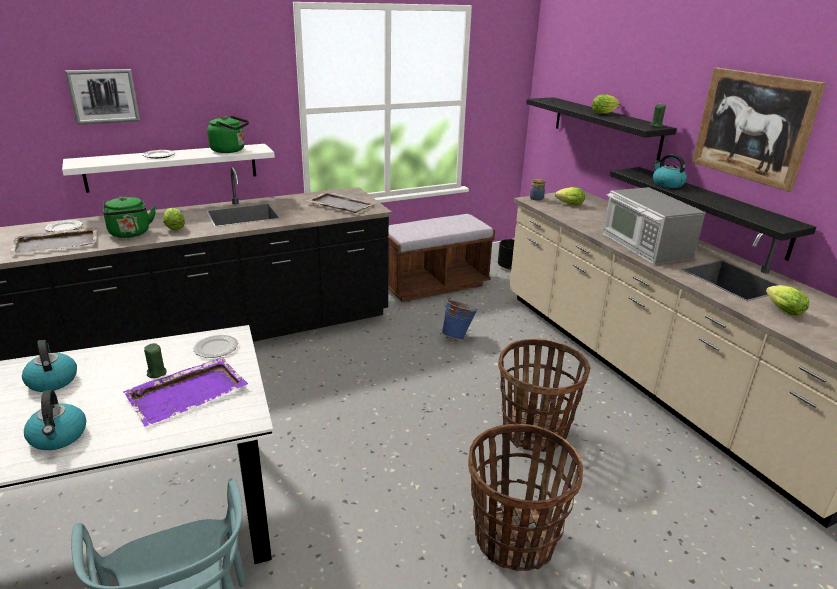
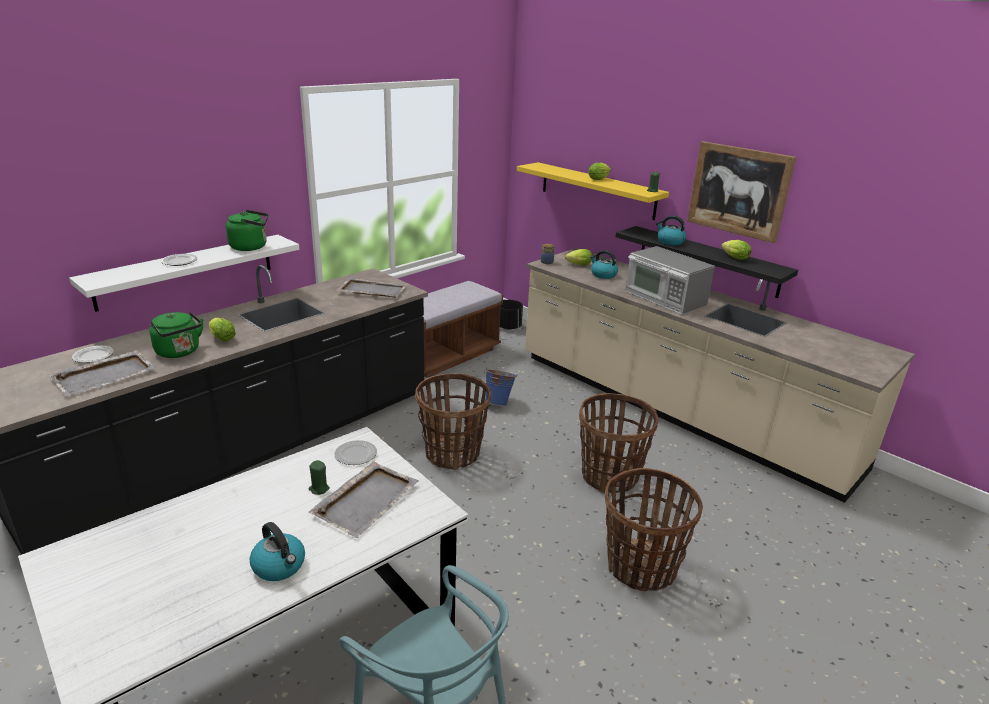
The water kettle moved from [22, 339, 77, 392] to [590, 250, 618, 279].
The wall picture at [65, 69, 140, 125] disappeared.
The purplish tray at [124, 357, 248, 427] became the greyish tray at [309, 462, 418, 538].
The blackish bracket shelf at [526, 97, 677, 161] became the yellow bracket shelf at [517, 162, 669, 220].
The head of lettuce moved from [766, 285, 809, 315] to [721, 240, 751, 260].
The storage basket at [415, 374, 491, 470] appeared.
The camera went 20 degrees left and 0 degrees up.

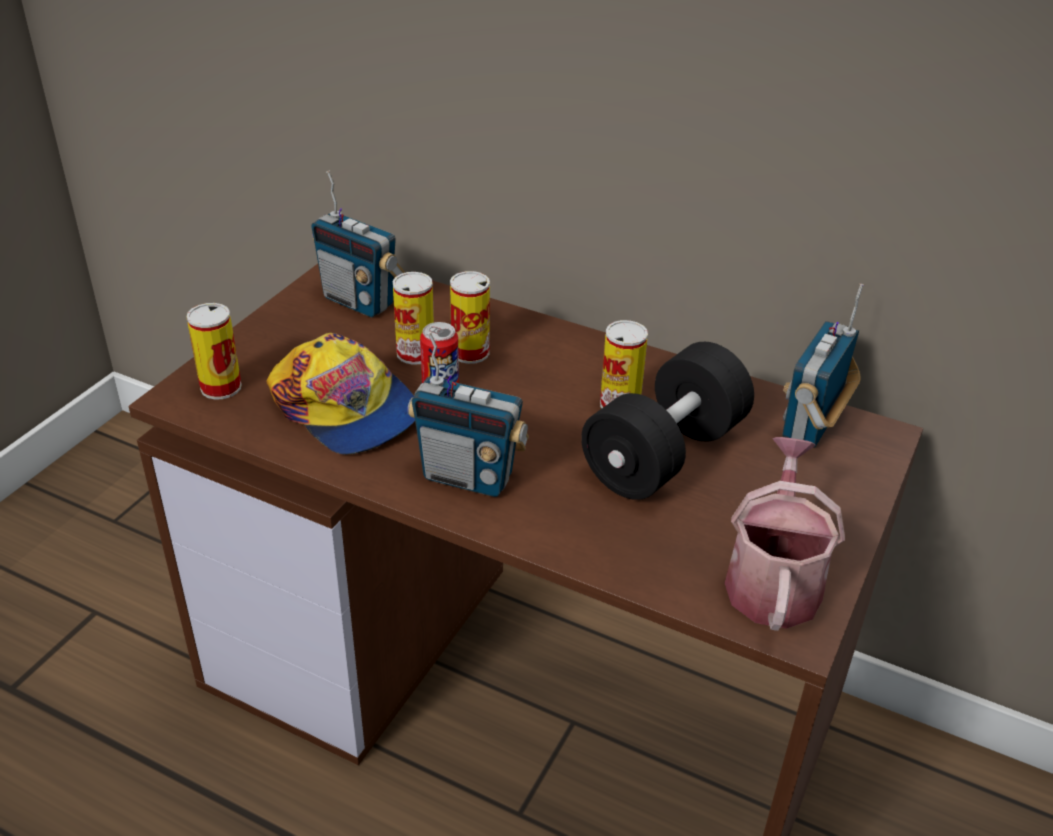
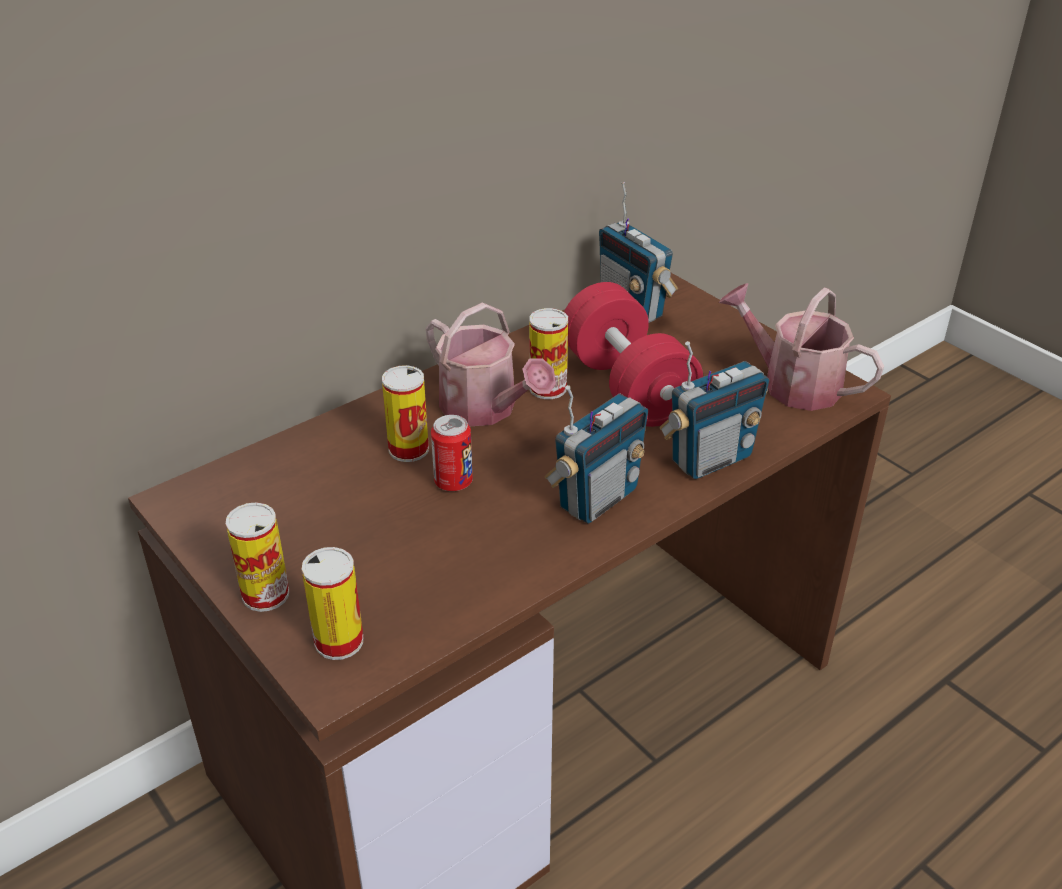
The cap at [266, 333, 415, 454] disappeared.
The radio set moved from [311, 170, 405, 317] to [659, 341, 769, 479].
The sealed can moved from [393, 272, 434, 365] to [226, 502, 289, 612].
The blackish hand weight at [581, 342, 754, 500] became the red hand weight at [564, 282, 703, 427].
The watering can at [426, 302, 556, 426] appeared.
The camera went 65 degrees left and 0 degrees up.

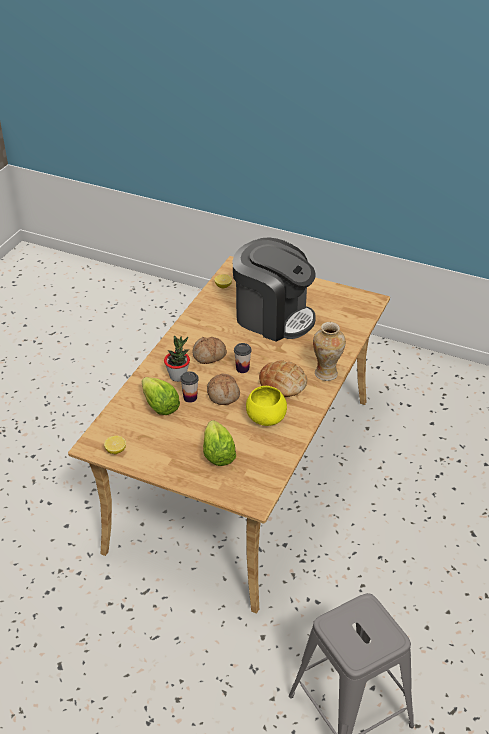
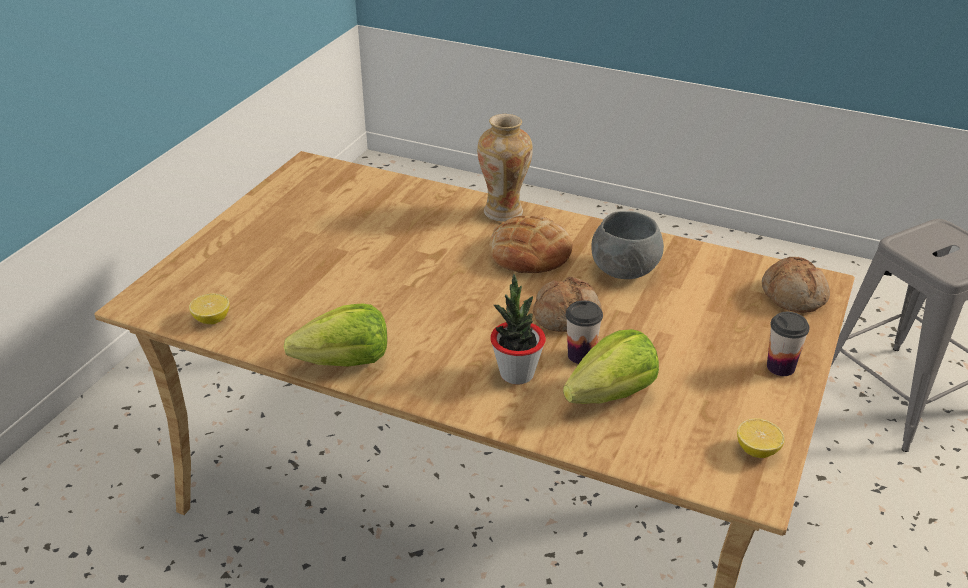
The bakery bread moved from [193, 337, 227, 364] to [762, 257, 830, 313].
The head of lettuce moved from [203, 420, 236, 466] to [284, 303, 387, 367].
The coffee maker at [233, 237, 316, 341] disappeared.
The drinking cup moved from [234, 343, 252, 373] to [767, 312, 810, 376].
The yellow serving bowl at [246, 386, 287, 426] became the greyish serving bowl at [591, 211, 664, 279].
The camera went 90 degrees left and 5 degrees down.

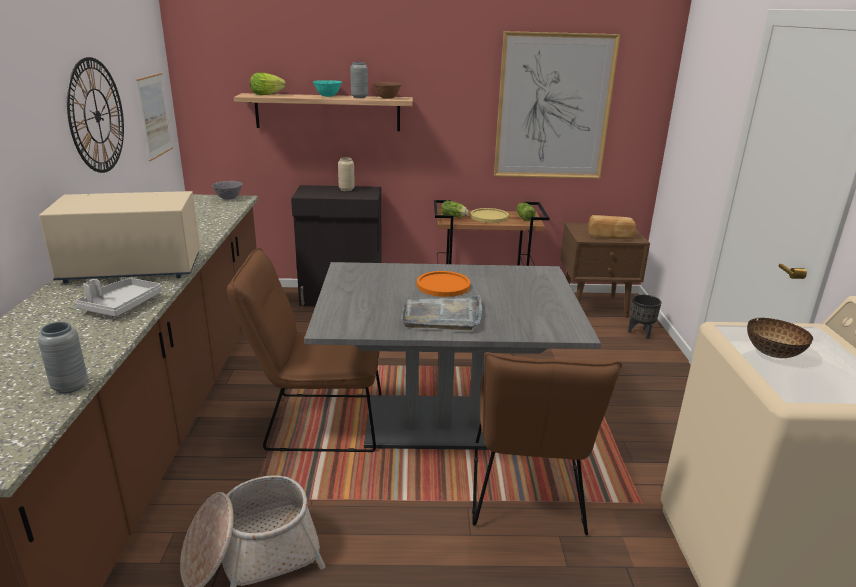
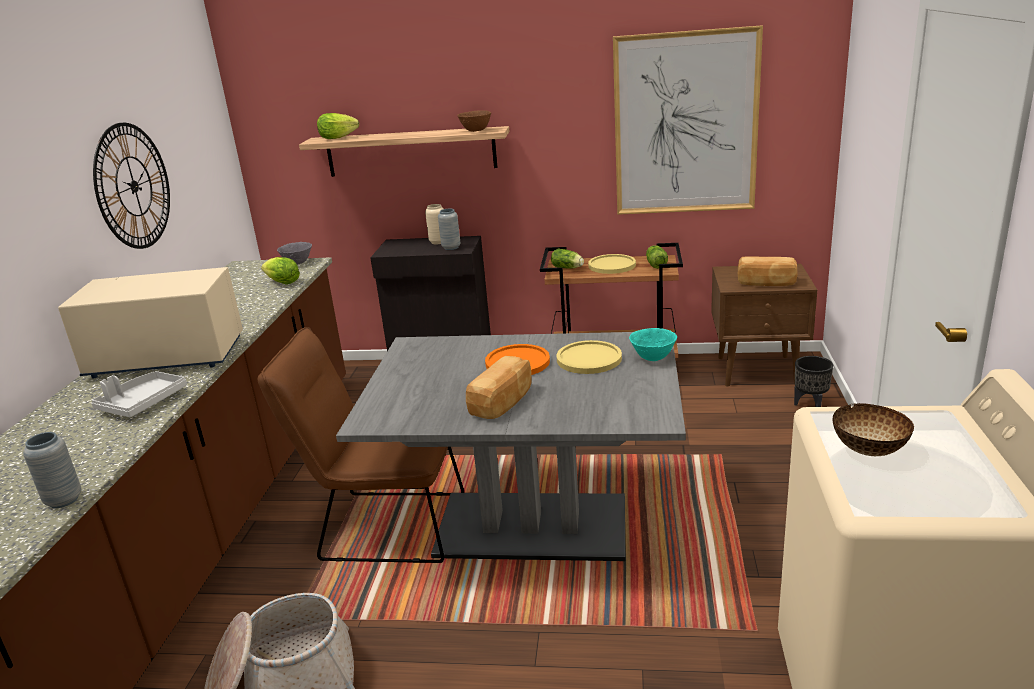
The wall picture at [136, 73, 173, 161] disappeared.
The turquoise-coloured serving bowl moved from [313, 80, 342, 97] to [629, 328, 677, 361].
The greyish decorative vase moved from [351, 62, 368, 98] to [438, 209, 460, 250].
The greyish tray at [401, 295, 482, 330] was replaced by the bakery bread at [466, 356, 532, 419].
The brown plain chair at [472, 352, 622, 535] disappeared.
The head of lettuce at [261, 257, 300, 285] appeared.
The yellow dinner plate at [557, 340, 622, 374] appeared.
The camera went 10 degrees right and 0 degrees up.

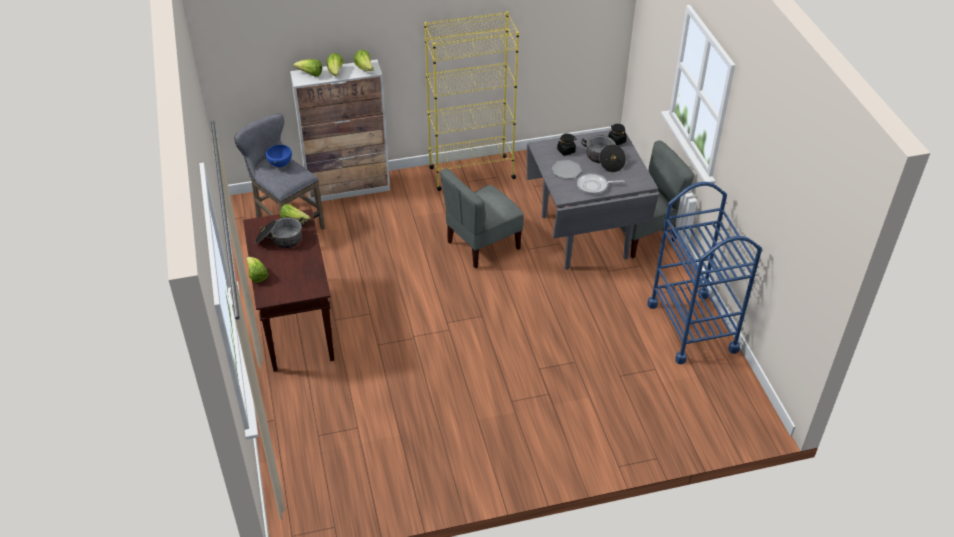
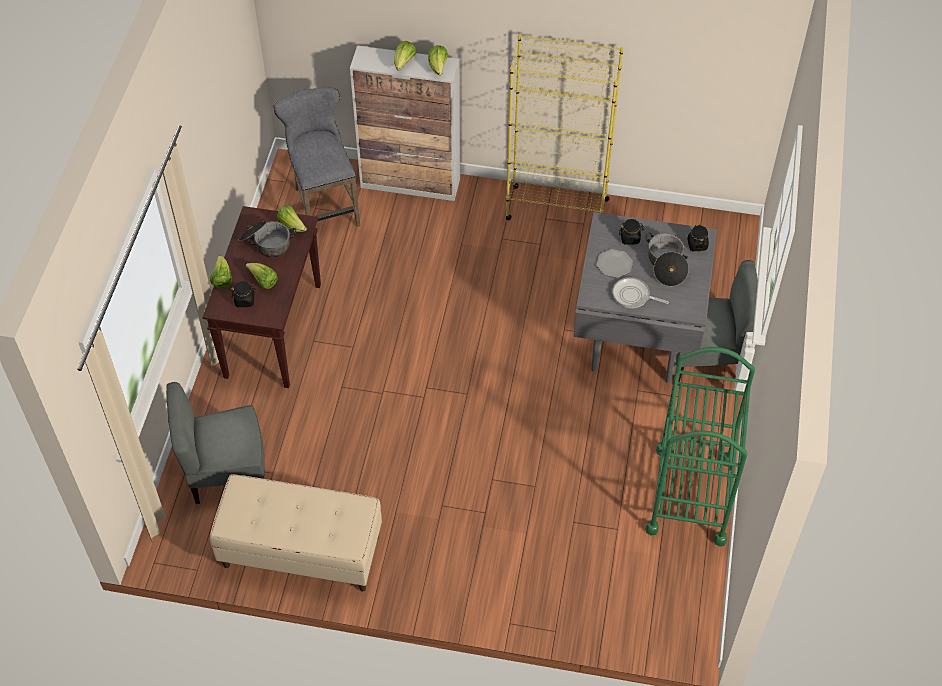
The bluish serving bowl at [266, 145, 292, 167] disappeared.
The head of lettuce moved from [293, 59, 322, 77] to [246, 263, 278, 289].
The greyish plain chair moved from [440, 169, 524, 269] to [166, 382, 265, 504].
The bluish trolley at [647, 182, 762, 364] became the green-coloured trolley at [646, 347, 755, 547].
The sand-coloured bench at [210, 474, 382, 592] appeared.
The blackish jar at [231, 281, 256, 307] appeared.
The camera went 25 degrees right and 10 degrees up.

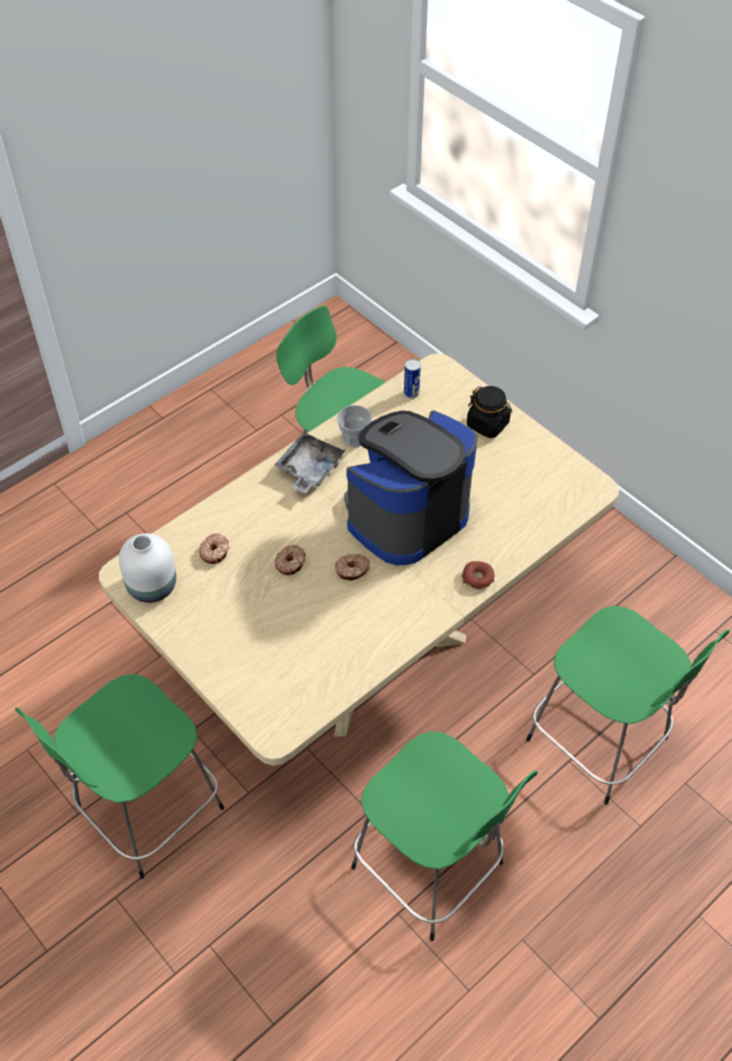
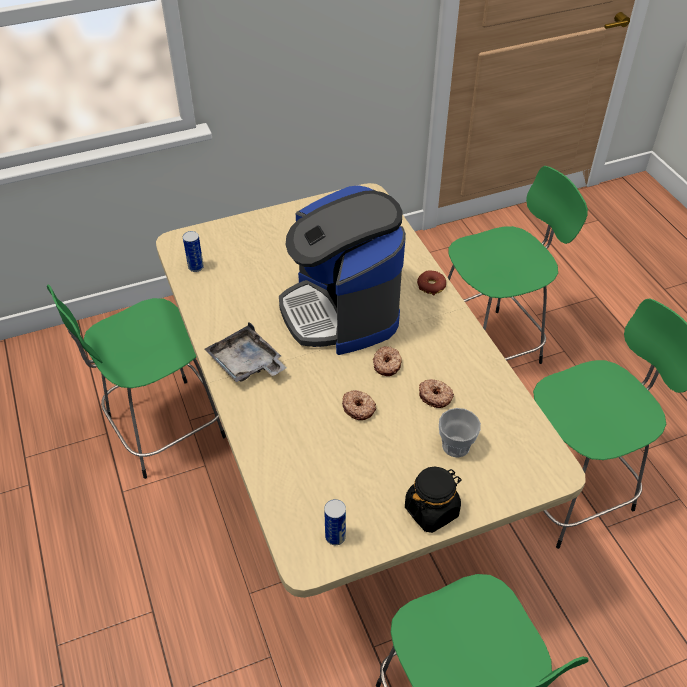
The white decorative vase at [119, 533, 176, 603] was replaced by the sealed can at [324, 499, 346, 545].
The donut moved from [199, 534, 229, 564] to [419, 379, 454, 408].
The drinking cup moved from [337, 405, 372, 447] to [439, 408, 481, 458].
The blackish jar moved from [467, 386, 512, 438] to [405, 467, 462, 533].
The camera went 70 degrees left and 5 degrees down.

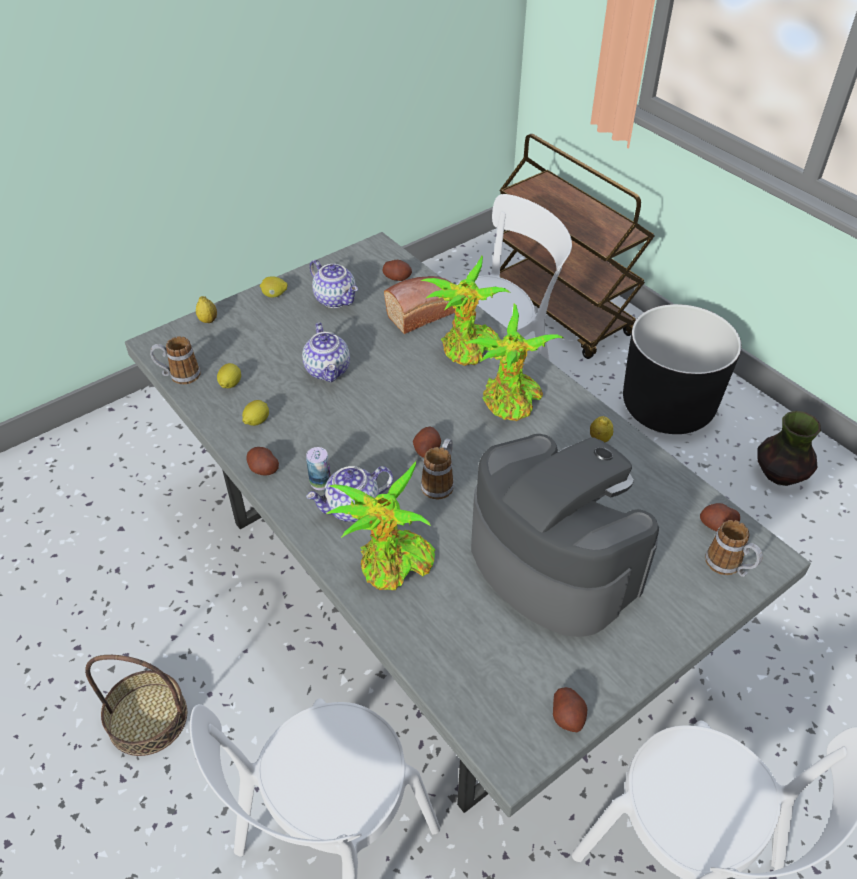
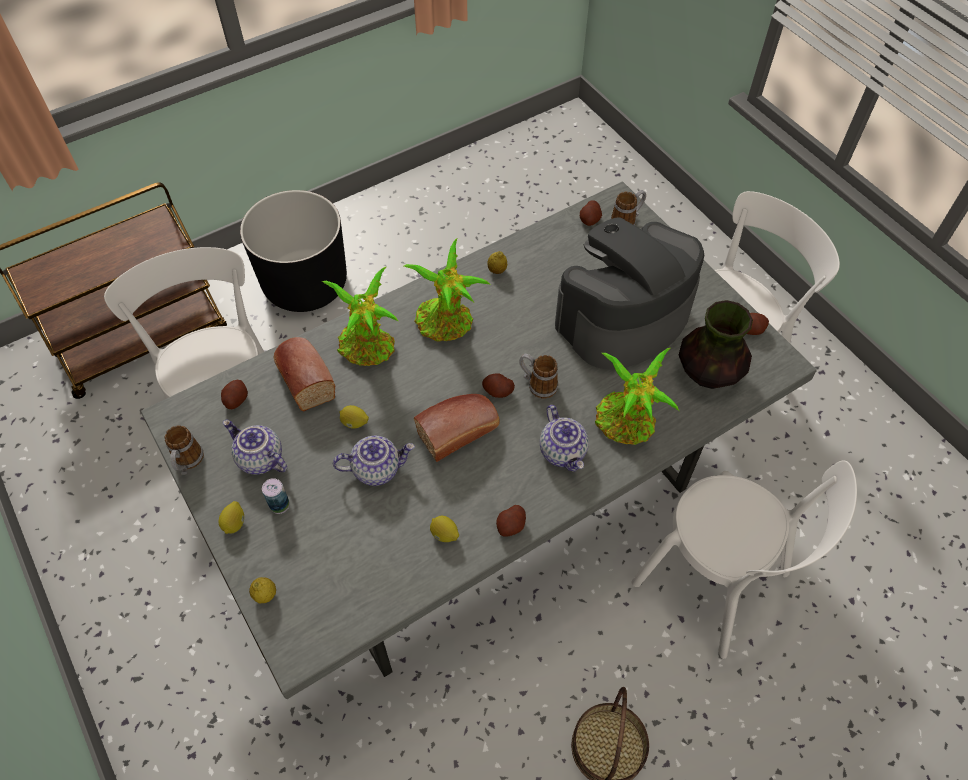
The tea mug moved from [150, 336, 201, 384] to [165, 425, 204, 475].
The citrus fruit moved from [217, 363, 241, 388] to [340, 405, 369, 429].
The sealed can moved from [306, 447, 331, 490] to [262, 478, 289, 514].
The pot for tea at [310, 260, 358, 308] turned 105 degrees counterclockwise.
The decorative vase moved from [757, 411, 821, 486] to [679, 300, 753, 389].
The bakery bread at [414, 394, 500, 462] appeared.
The camera went 85 degrees left and 10 degrees up.

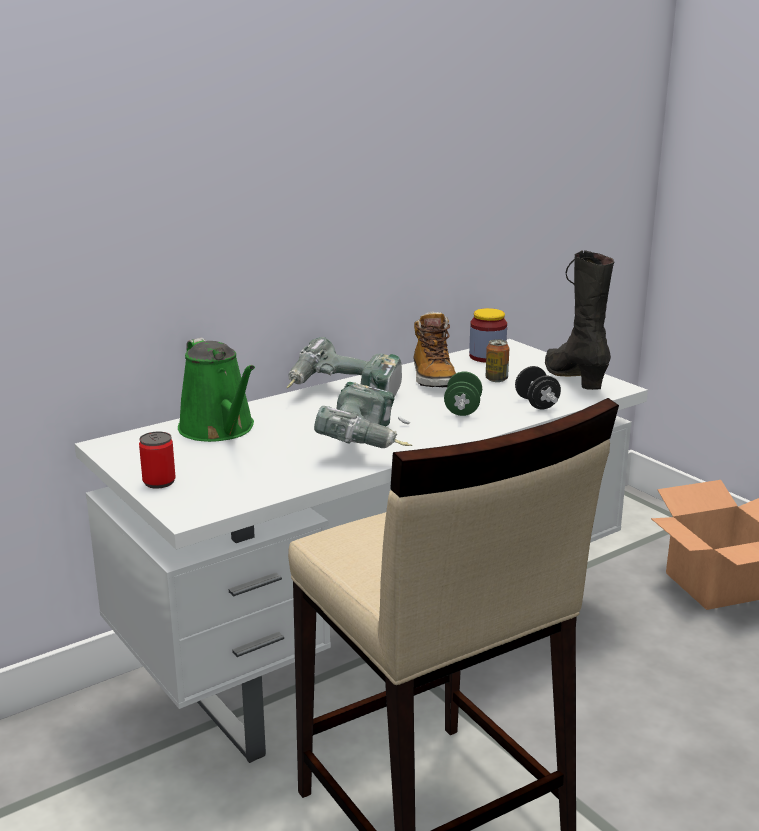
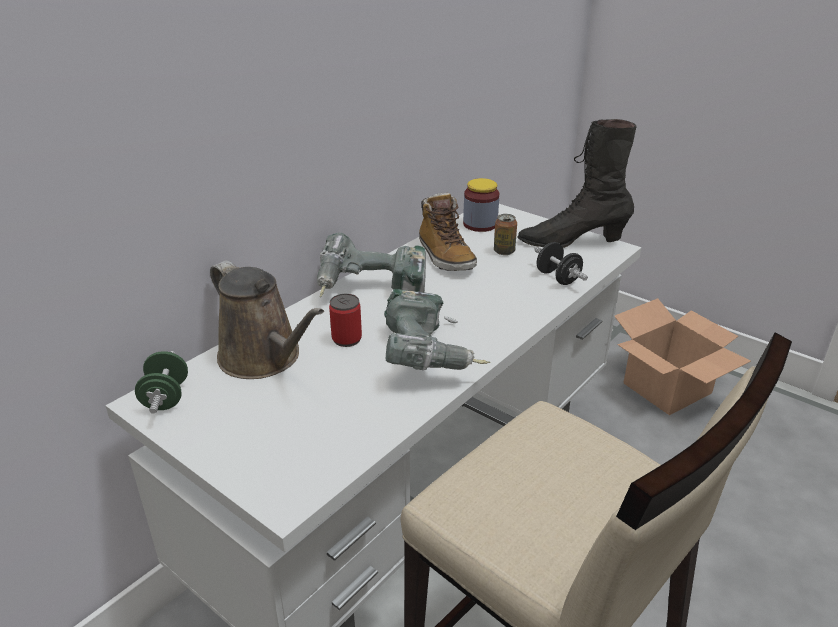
The sealed can moved from [139, 432, 176, 488] to [329, 294, 362, 347].
The green-coloured watering can at [178, 338, 255, 442] became the brown watering can at [210, 260, 324, 379].
The green-coloured hand weight moved from [444, 371, 482, 416] to [135, 351, 188, 414].
The blackish tall boot at [545, 250, 615, 390] turned 60 degrees counterclockwise.
The camera went 15 degrees left and 10 degrees up.

